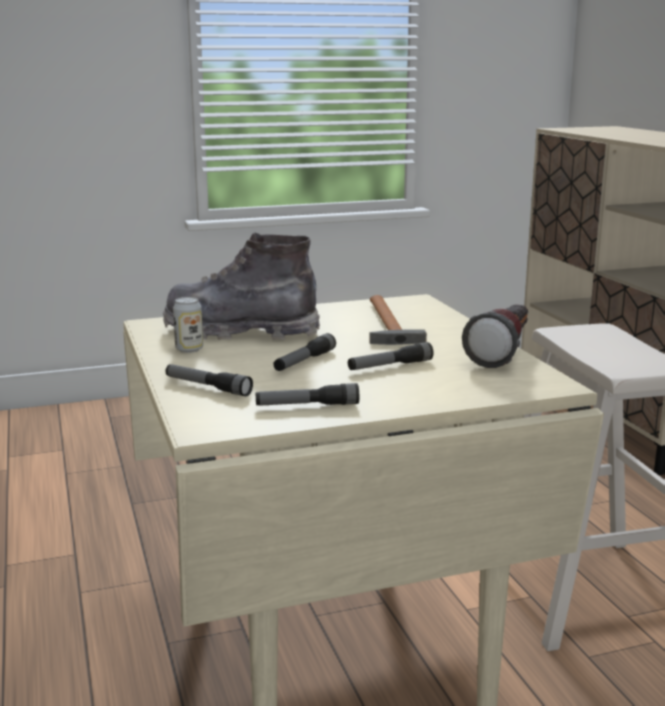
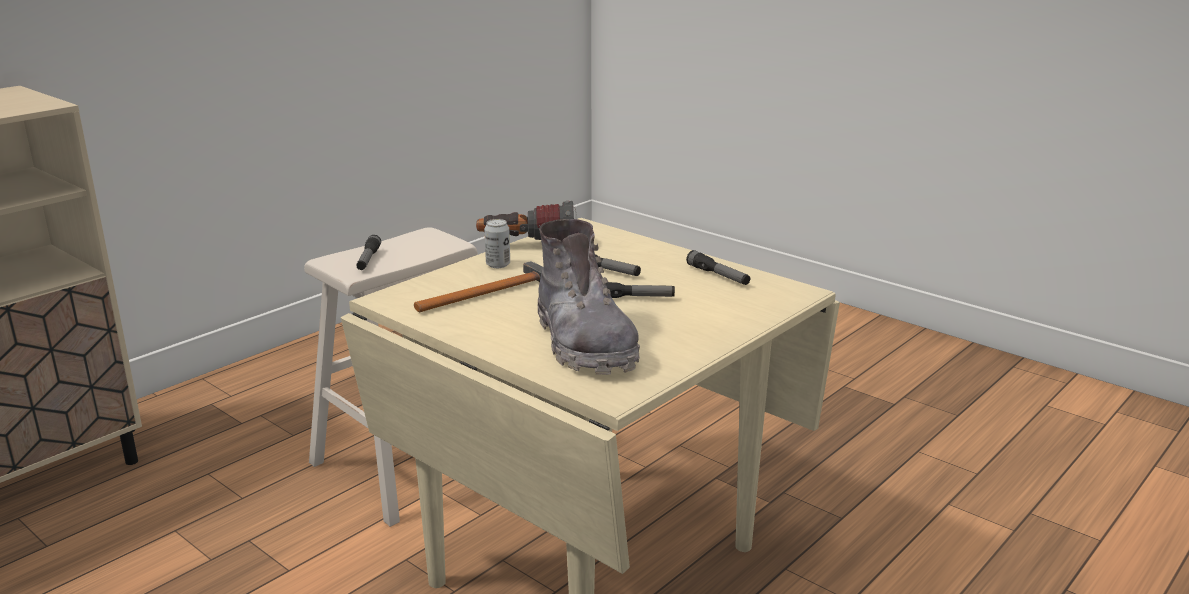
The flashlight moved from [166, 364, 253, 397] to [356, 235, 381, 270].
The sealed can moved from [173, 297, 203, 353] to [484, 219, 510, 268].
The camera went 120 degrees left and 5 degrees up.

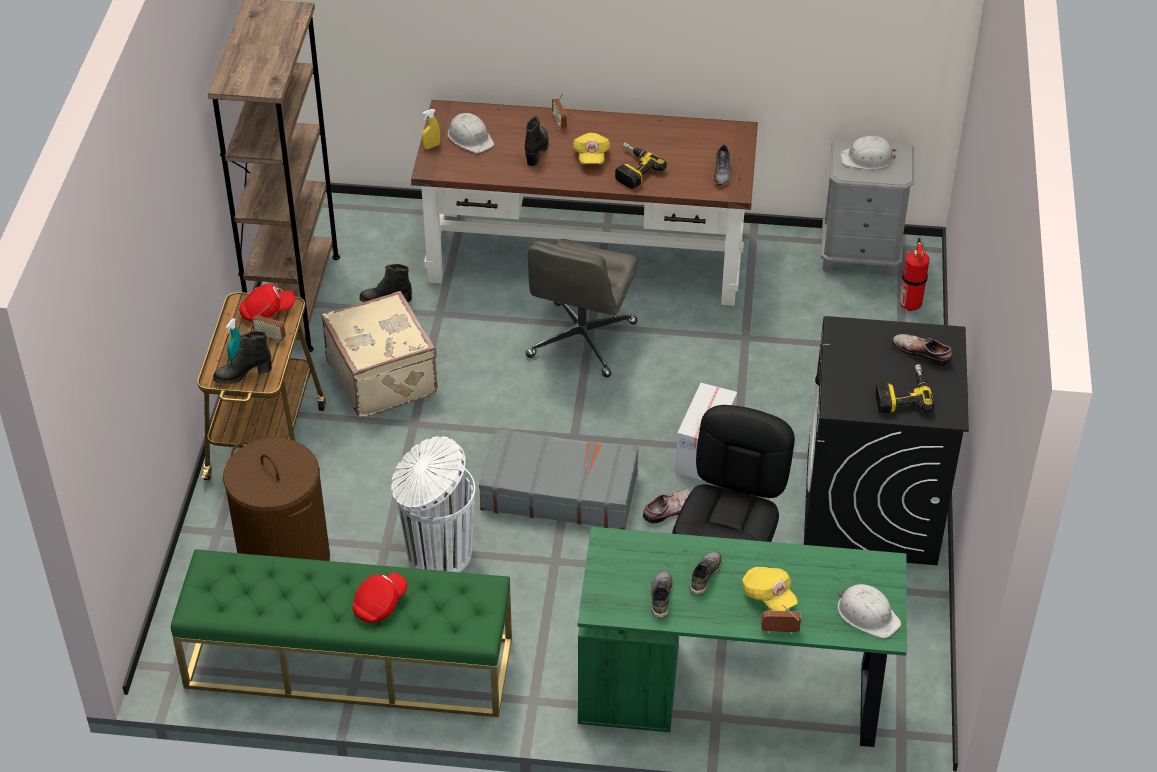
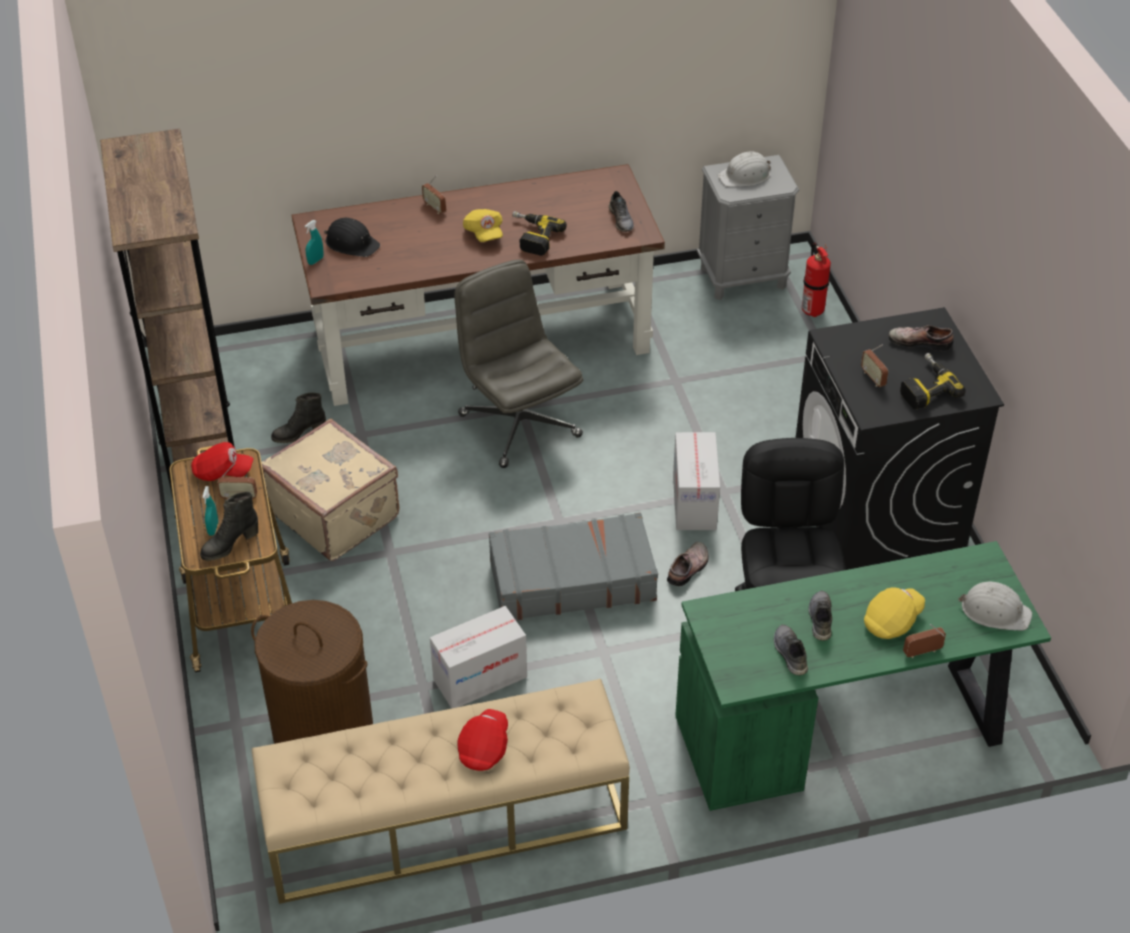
The green-coloured bench at [171, 549, 512, 717] became the sand-coloured bench at [252, 679, 630, 904].
The red cap at [239, 284, 295, 322] turned 45 degrees clockwise.
The white rubbish bin at [391, 436, 475, 572] was replaced by the packing box at [430, 606, 527, 708].
The yellow hand sprayer at [422, 109, 440, 149] became the turquoise-coloured hand sprayer at [304, 220, 324, 265].
The white work helmet at [448, 113, 494, 153] became the blackish work helmet at [324, 218, 380, 257].
The blackish tall boot at [525, 116, 549, 166] disappeared.
The greyish office chair at [526, 239, 638, 377] turned 150 degrees clockwise.
The yellow cap at [742, 567, 798, 611] turned 75 degrees counterclockwise.
The radio set at [861, 344, 888, 387] appeared.
The camera went 20 degrees left and 0 degrees up.

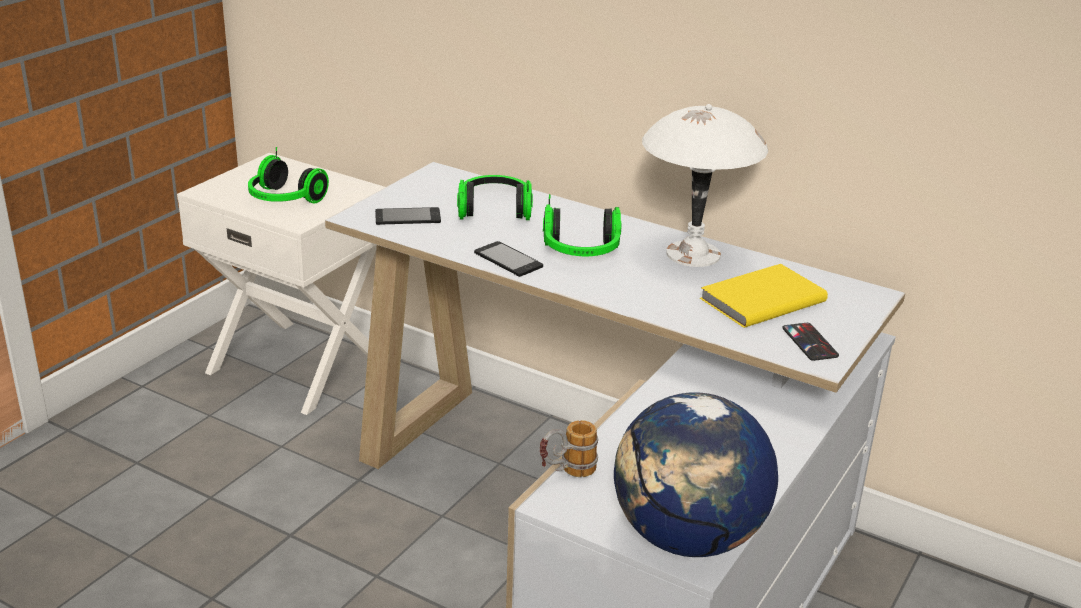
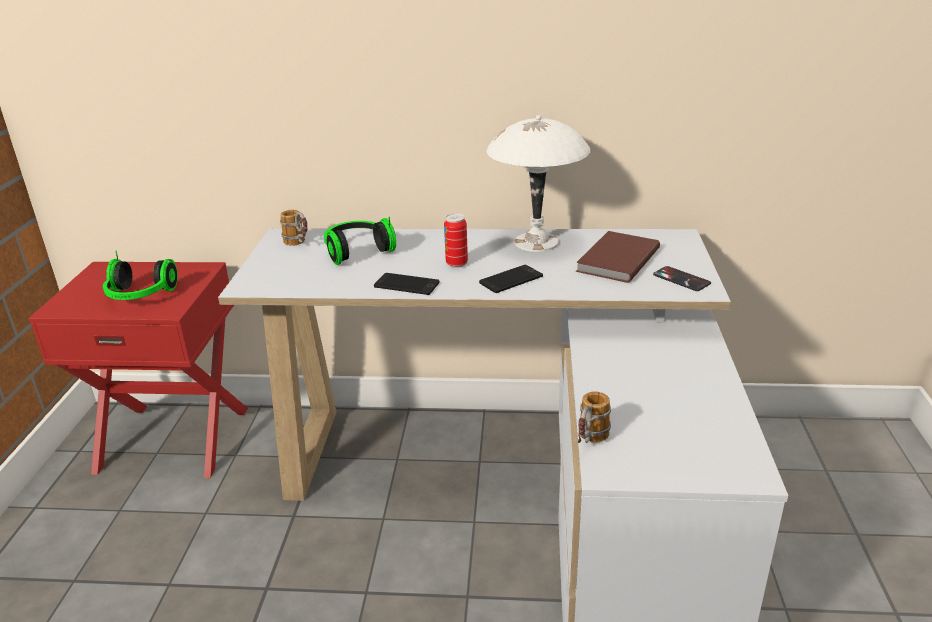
The white bedside table at [177, 153, 385, 415] became the red bedside table at [29, 262, 248, 478].
The phone moved from [375, 207, 441, 225] to [479, 265, 543, 293].
The headset at [543, 194, 621, 256] was replaced by the sealed can at [444, 214, 468, 268].
The world globe at [614, 392, 778, 557] disappeared.
The yellow bound book at [700, 264, 828, 328] became the brown bound book at [576, 231, 660, 283].
The tea mug at [280, 210, 308, 246] appeared.
The camera went 25 degrees left and 0 degrees up.

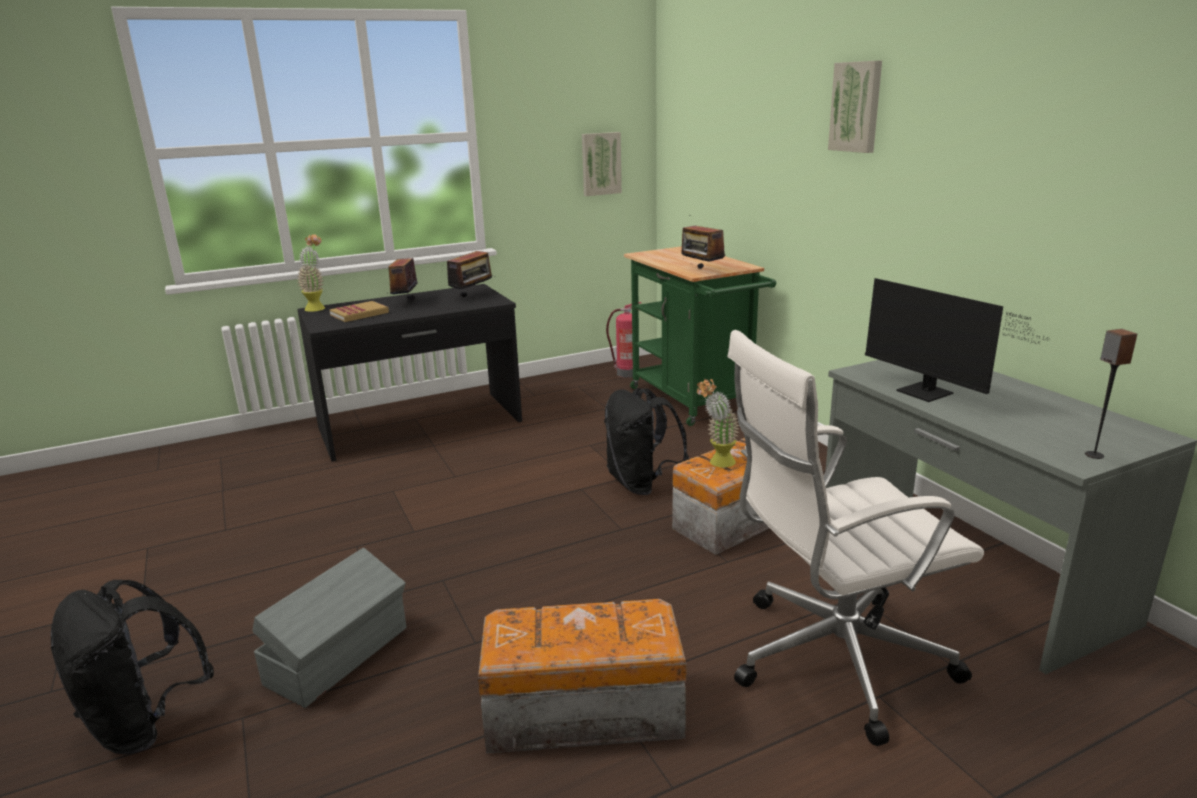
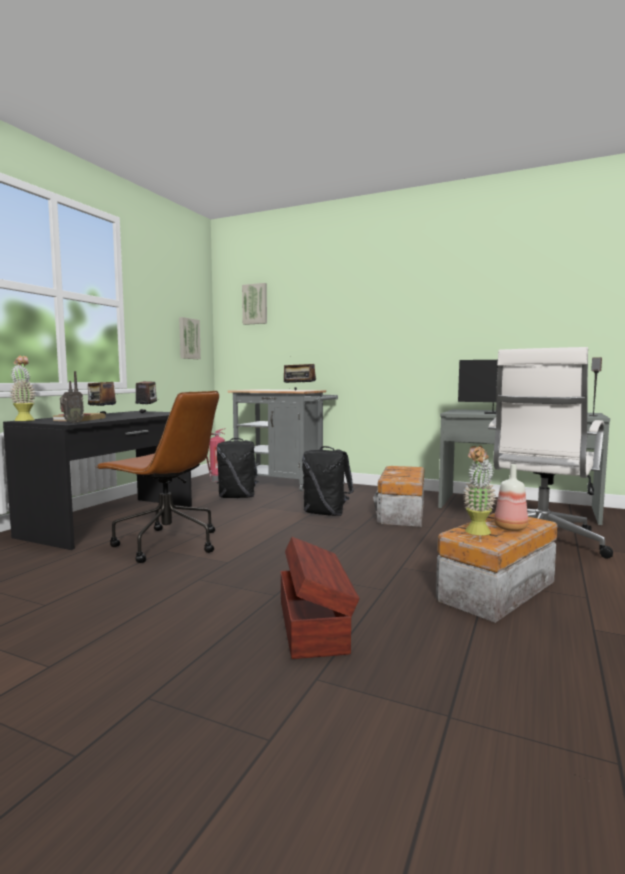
The blackish rucksack moved from [50, 580, 214, 754] to [217, 438, 259, 498].
The greyish storage container at [253, 548, 406, 708] became the brown storage container at [281, 537, 360, 659].
The green-coloured trolley at [624, 246, 776, 426] became the greyish trolley at [227, 389, 338, 491].
The houseplant moved from [697, 379, 740, 468] to [463, 445, 496, 535].
The wall picture moved from [828, 61, 882, 153] to [242, 283, 267, 325].
The radio set at [60, 371, 84, 423] appeared.
The brown office chair at [95, 391, 219, 563] appeared.
The beverage bottle at [494, 464, 528, 531] appeared.
The camera went 40 degrees left and 15 degrees down.

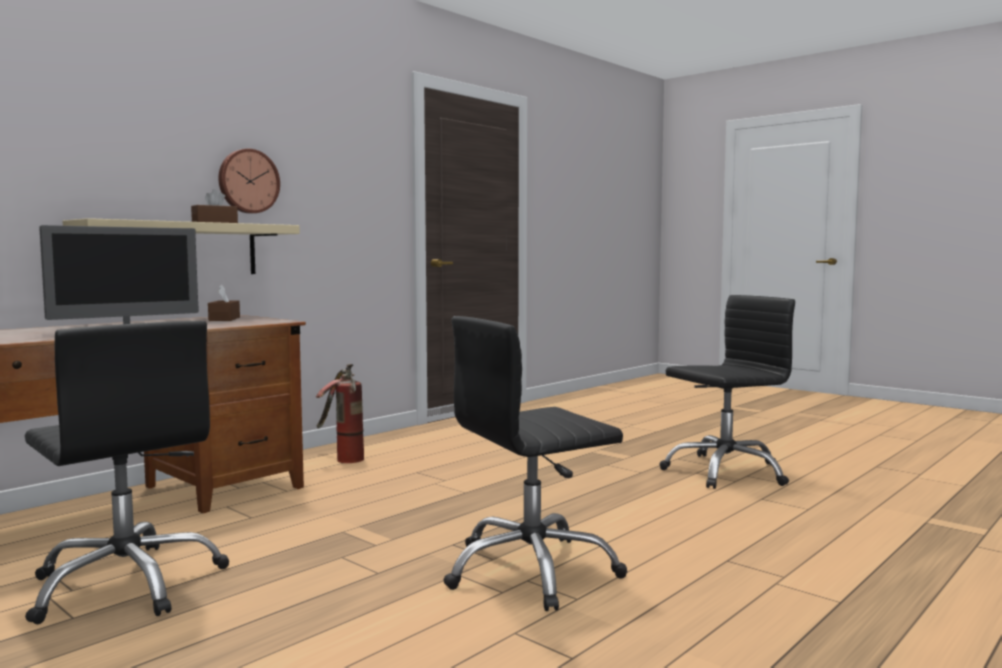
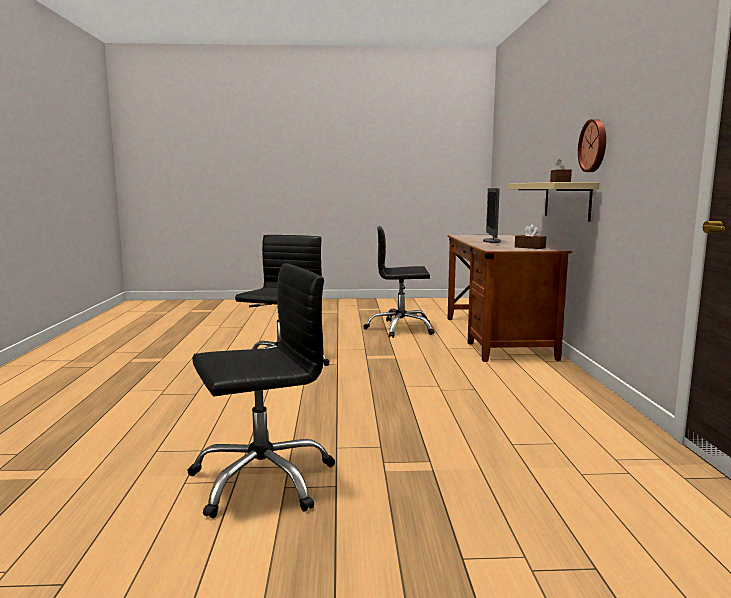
The extinguisher at [316, 364, 364, 463] disappeared.
The blackish office chair at [660, 295, 795, 489] turned 135 degrees counterclockwise.
The camera went 135 degrees right and 5 degrees up.

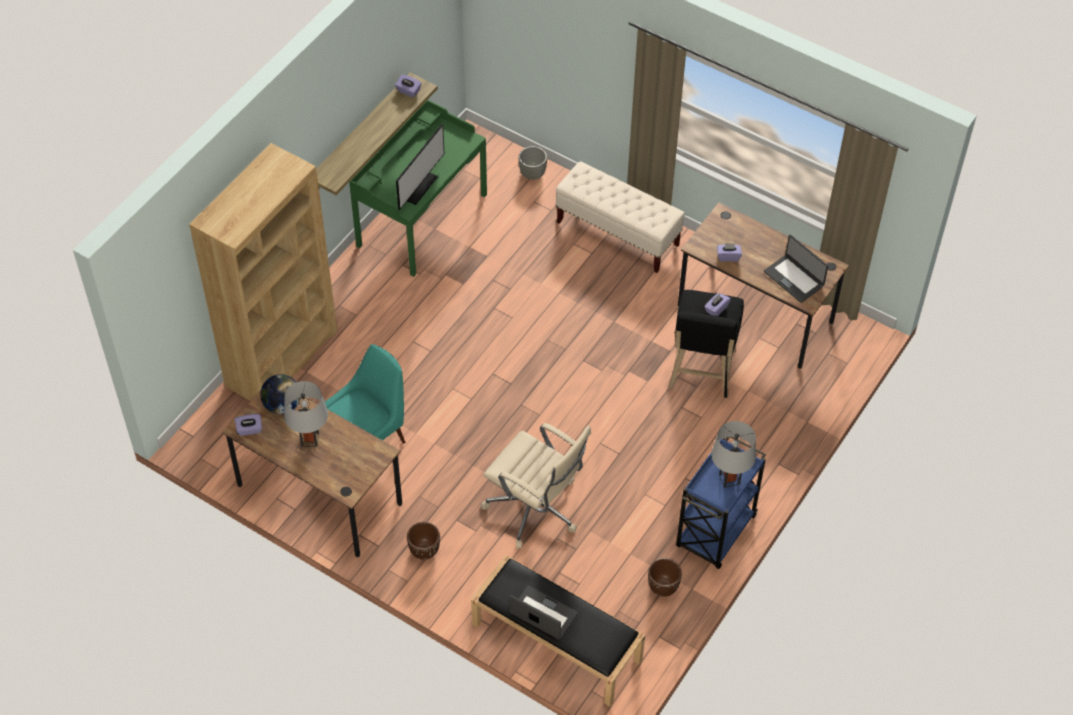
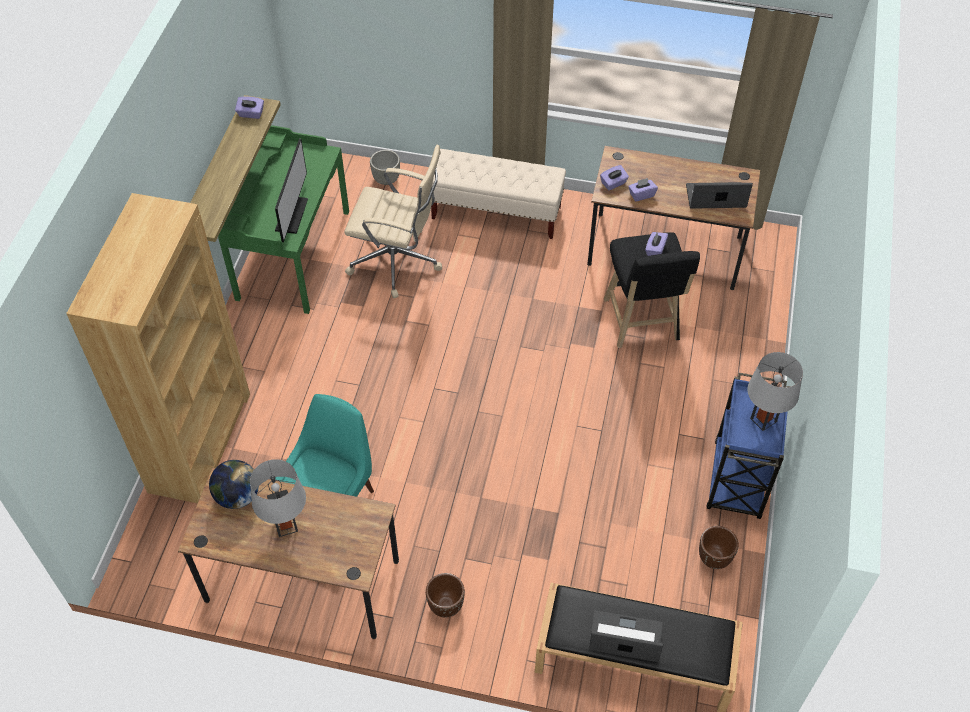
The purplish tissue box moved from [235, 414, 262, 436] to [600, 165, 629, 190].
The sand-coloured office chair moved from [480, 423, 591, 549] to [344, 145, 442, 298].
The notebook computer at [764, 235, 828, 303] turned 150 degrees clockwise.
The camera went 20 degrees left and 0 degrees up.

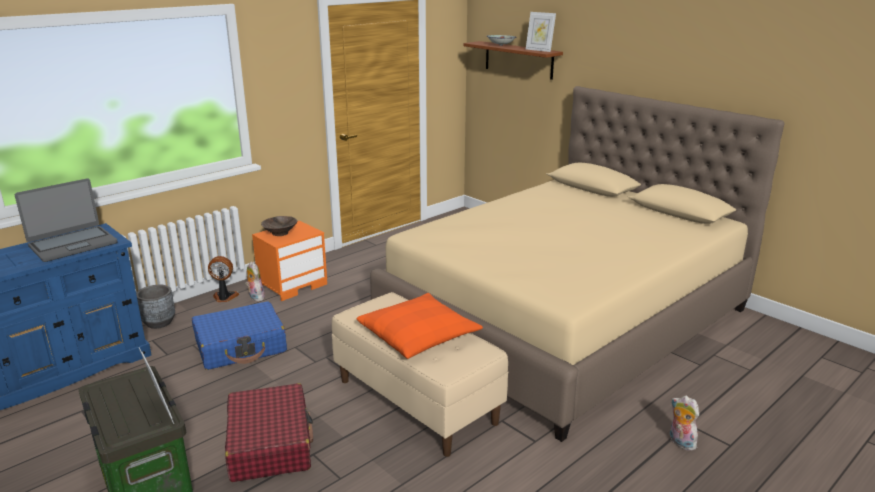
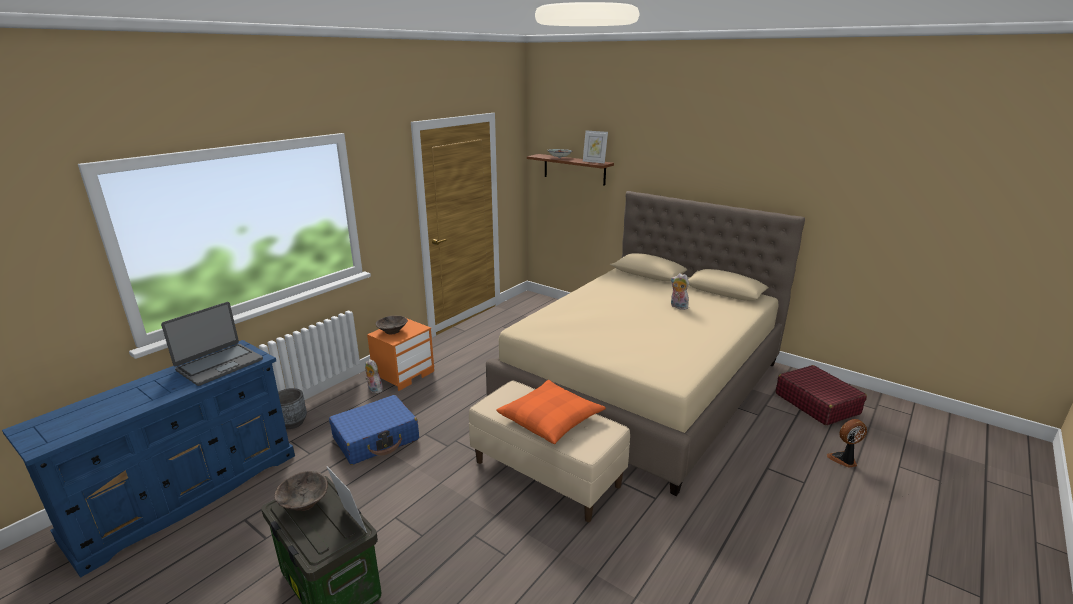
The cooling fan moved from [208, 256, 239, 302] to [827, 419, 867, 468].
The red piece of luggage moved from [225, 383, 313, 482] to [776, 365, 867, 425].
The plush toy moved from [670, 395, 699, 451] to [671, 273, 689, 310].
The brown serving bowl at [274, 471, 328, 511] appeared.
The camera went 10 degrees left and 0 degrees up.

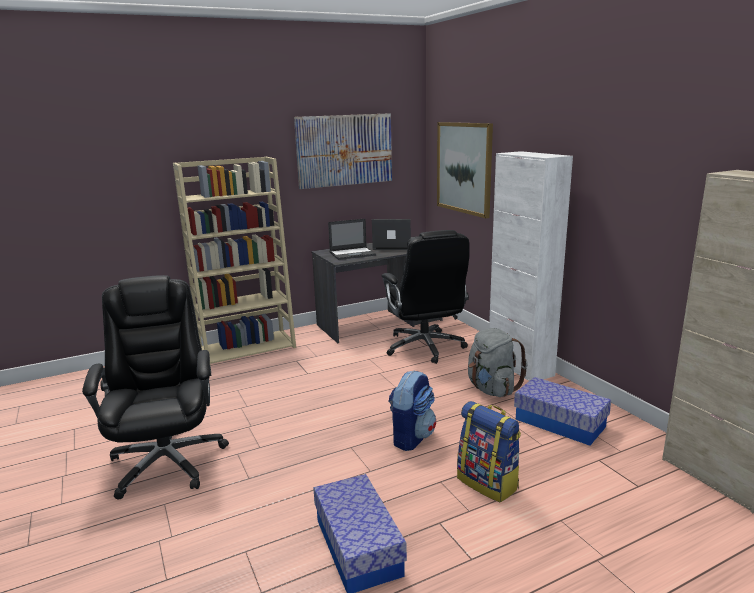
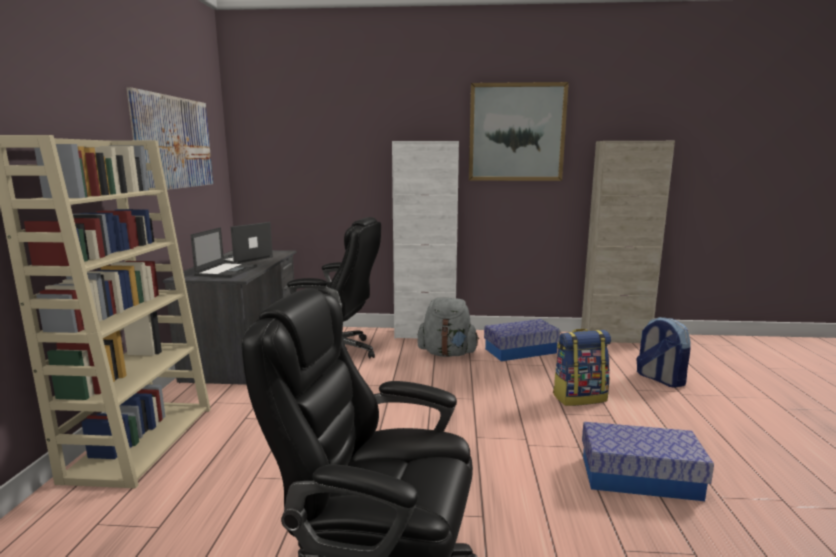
The rucksack moved from [388, 370, 436, 451] to [636, 317, 691, 388].
The wall picture moved from [437, 122, 493, 218] to [469, 82, 569, 181].
The camera went 60 degrees left and 5 degrees down.

